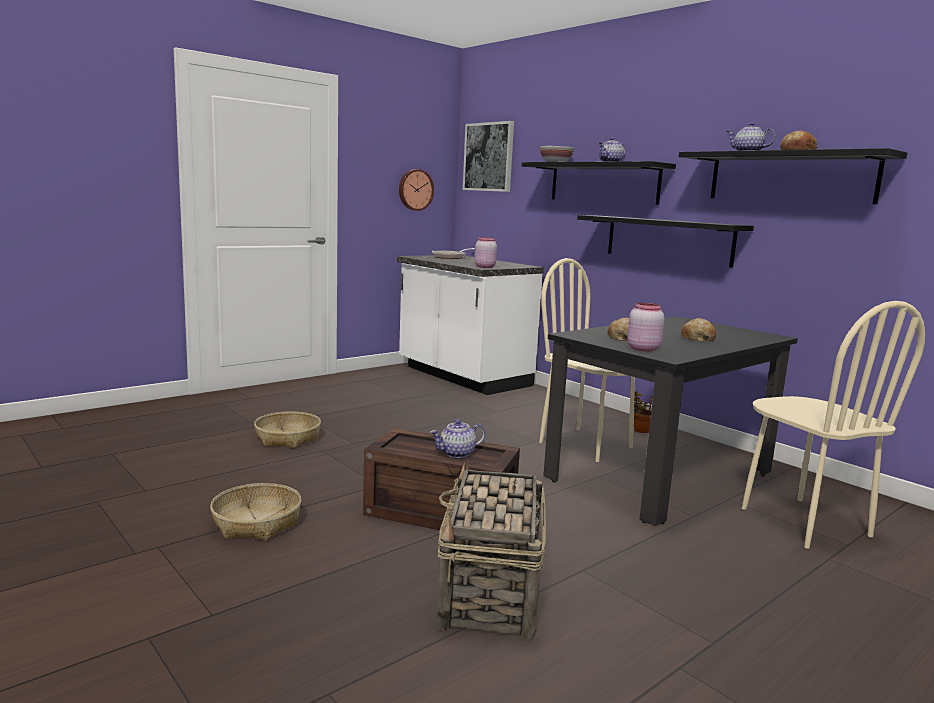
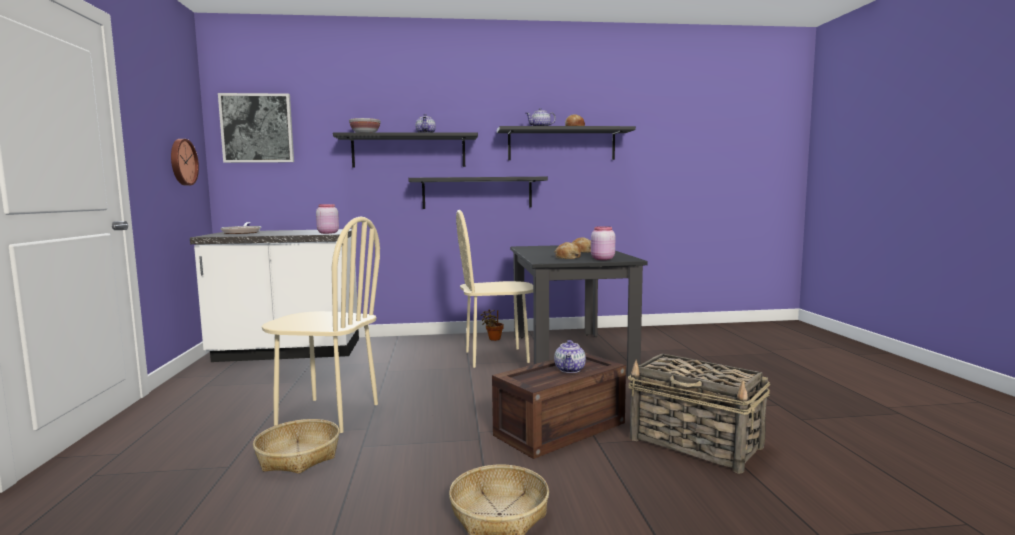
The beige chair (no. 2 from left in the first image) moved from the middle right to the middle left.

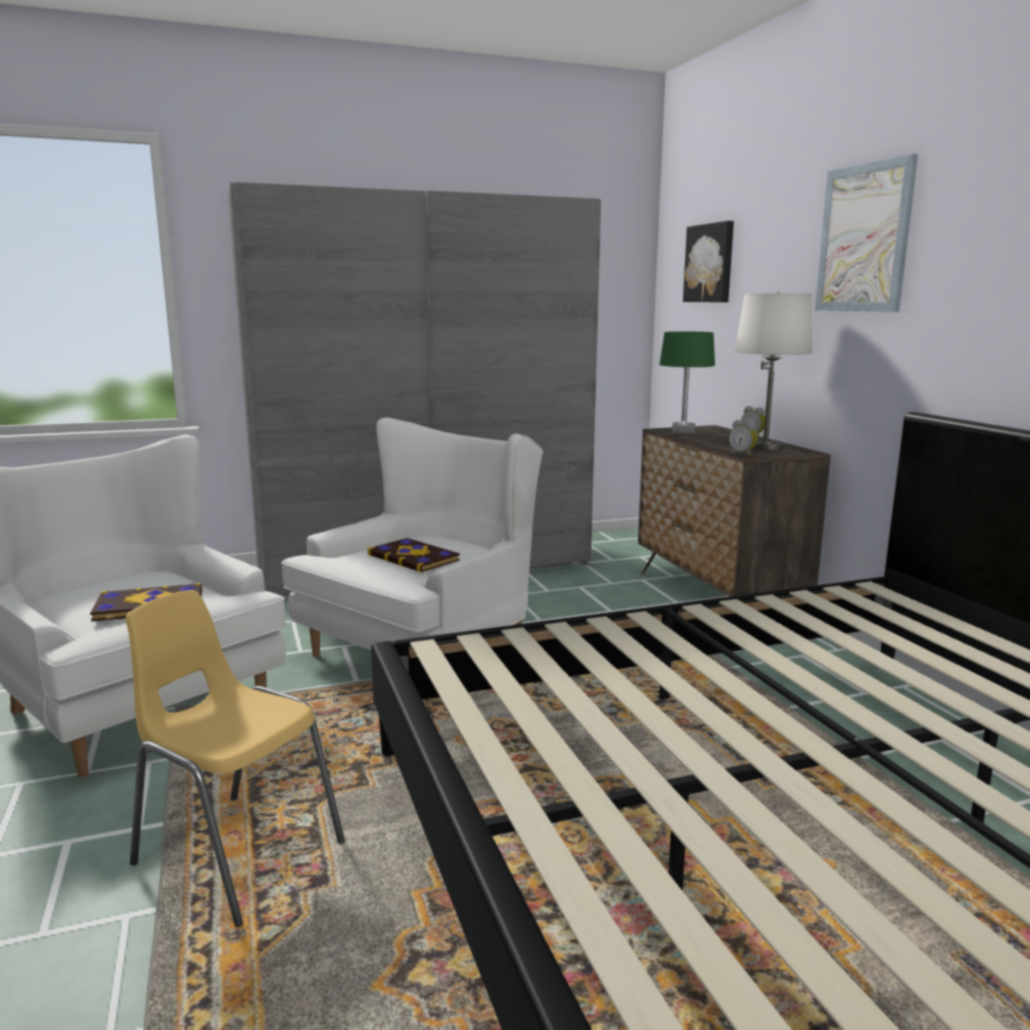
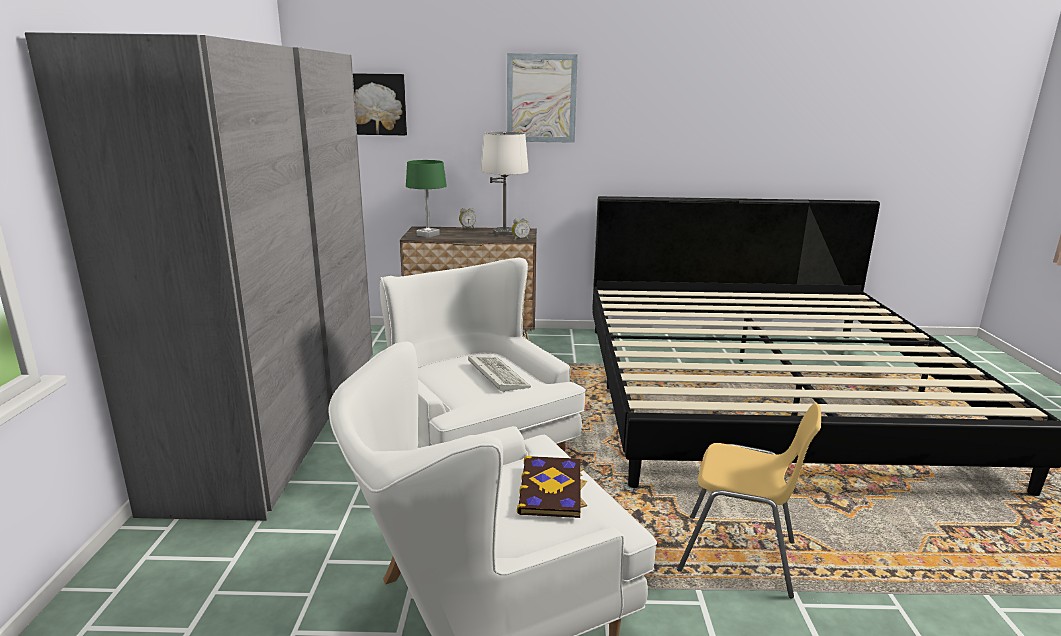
The yellow chair at the bottom left turned 120 degrees counterclockwise. The book (no. 2 from left) at the centre was replaced by the keyboard at the centre.

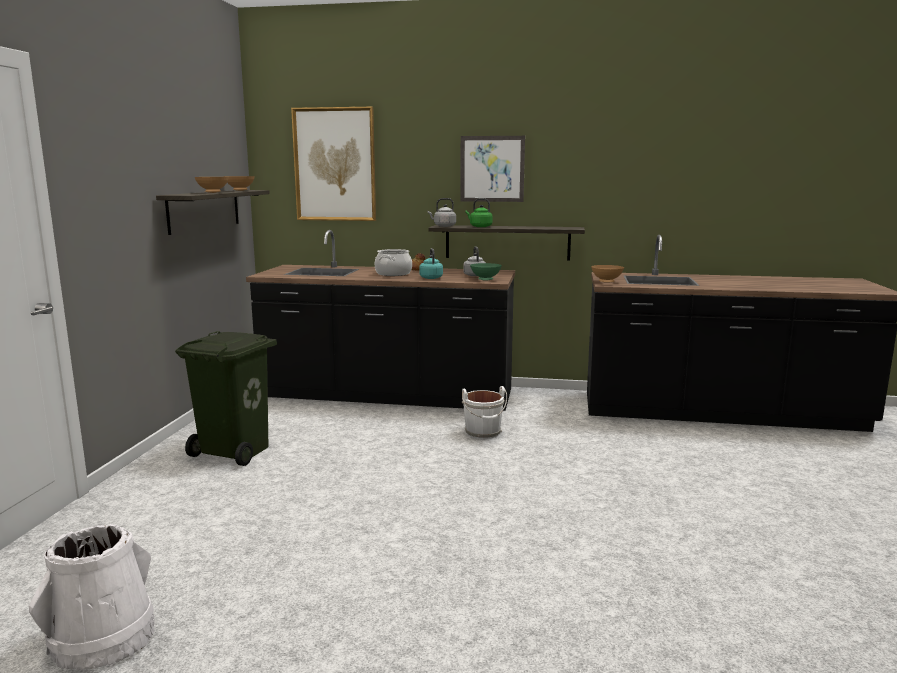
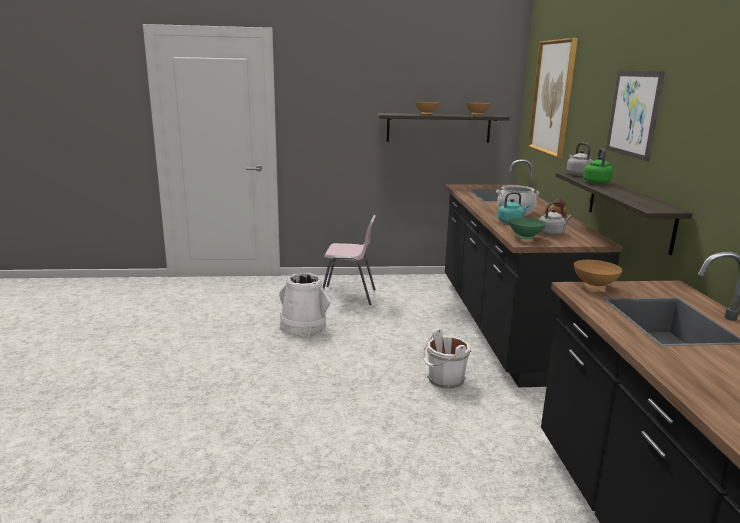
The white bucket (no. 1 from left) moved from the bottom left to the centre. The green trash can at the middle left was replaced by the pink chair at the centre.

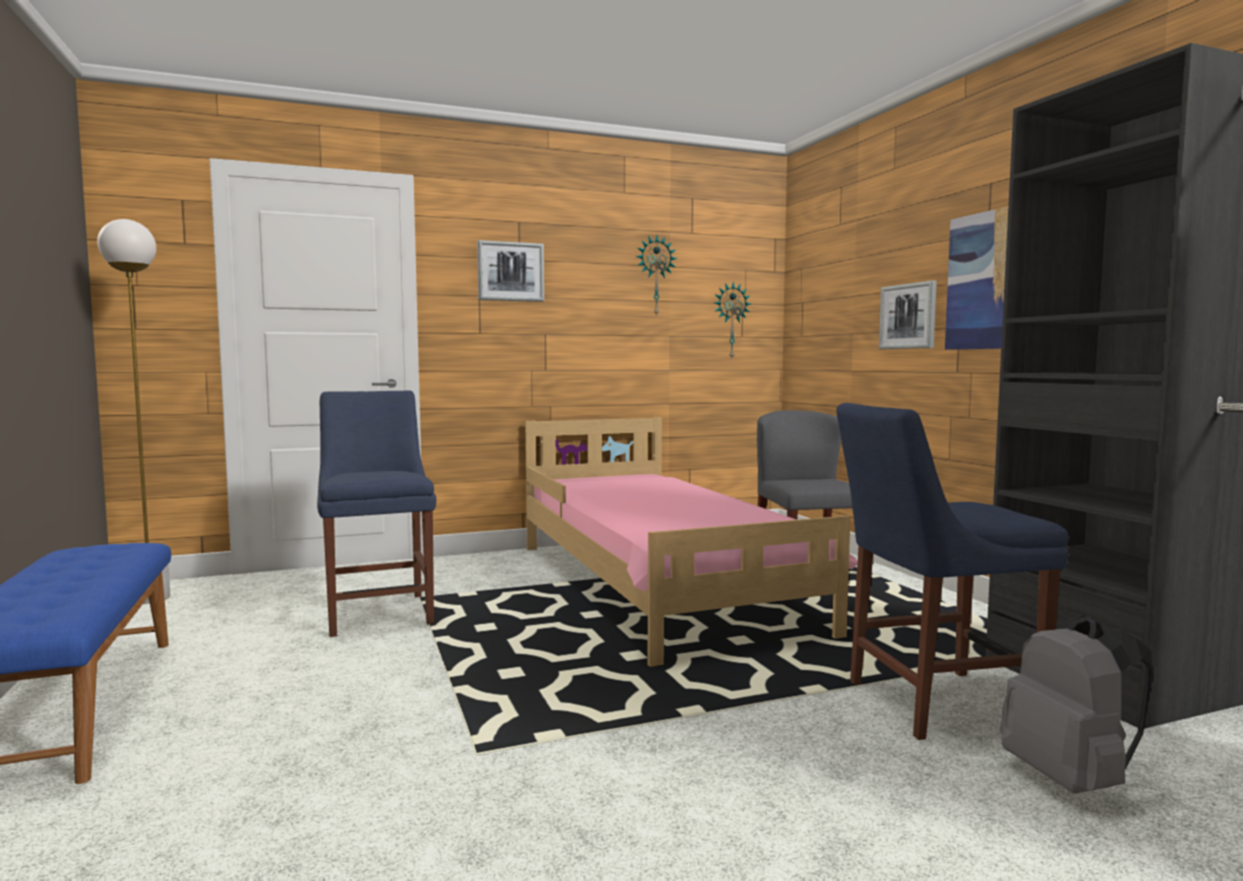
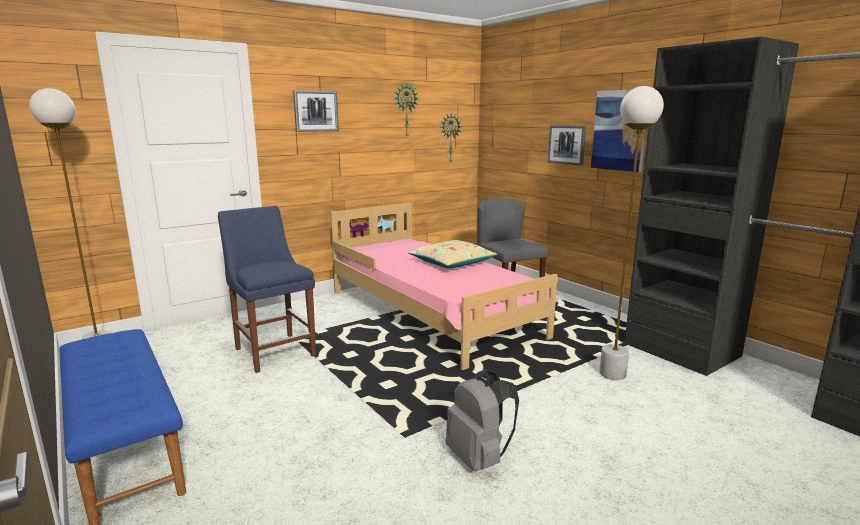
The blue chair (no. 2 from left) at the middle right was replaced by the white floor lamp (no. 2 from left) at the middle right. The grey backpack moved from the bottom right to the bottom centre. The beige pillow at the centre appeared.

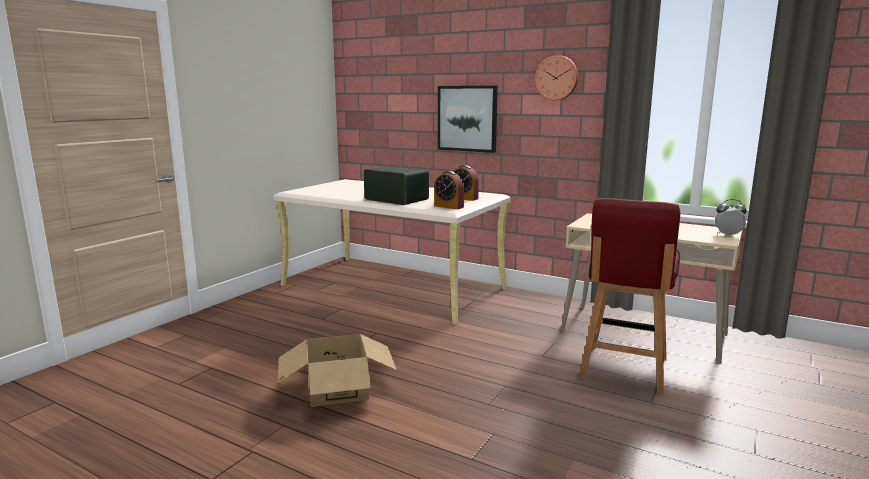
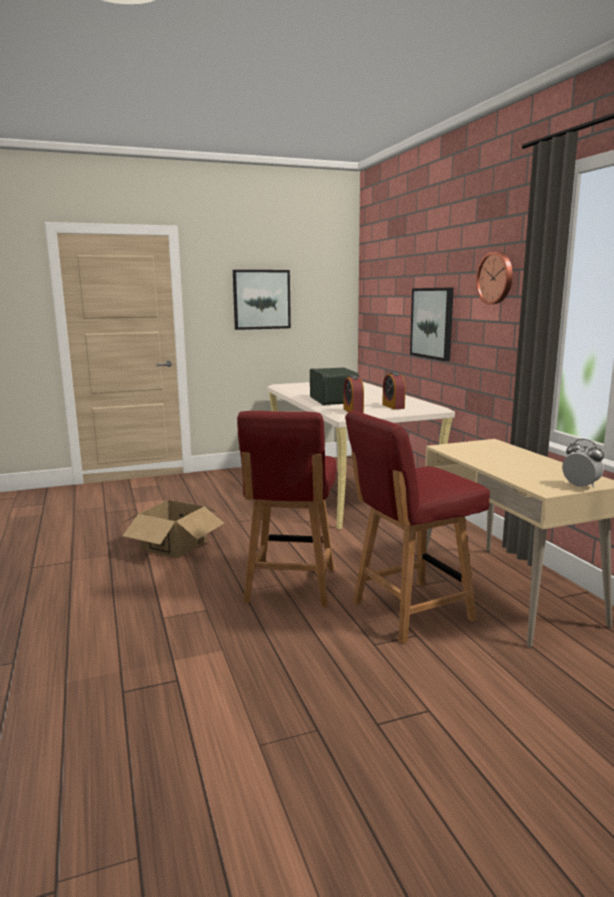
The picture (no. 1 from left) at the centre appeared. The red chair (no. 1 from left) at the centre appeared.

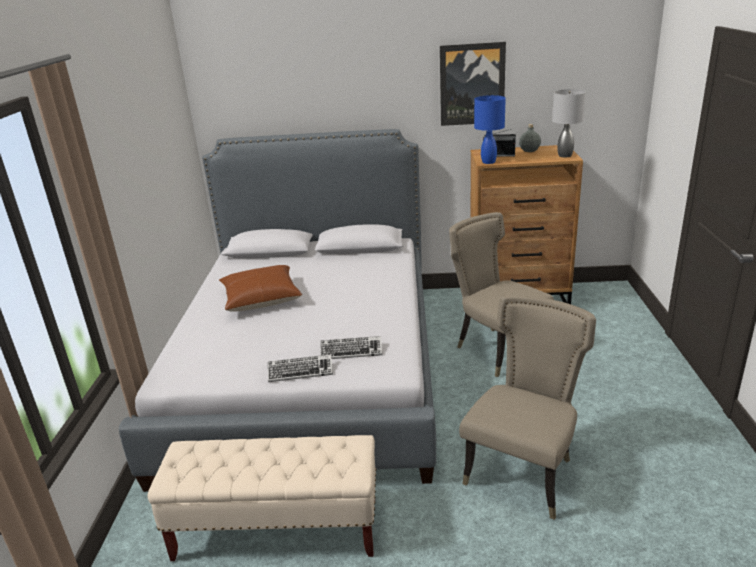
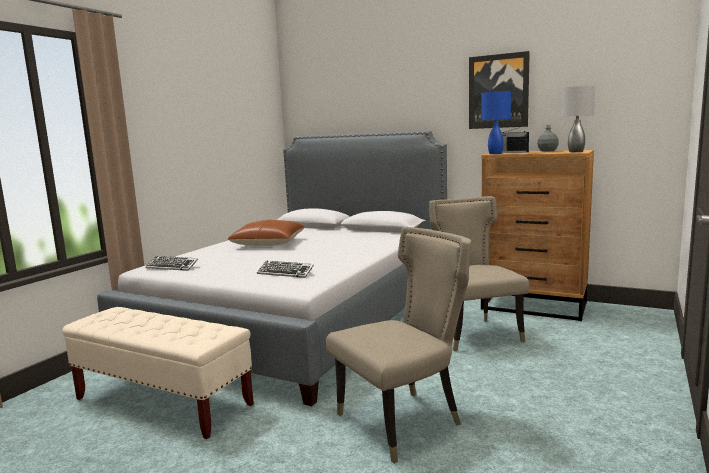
The keyboard (no. 1 from left) moved from the centre to the middle left.

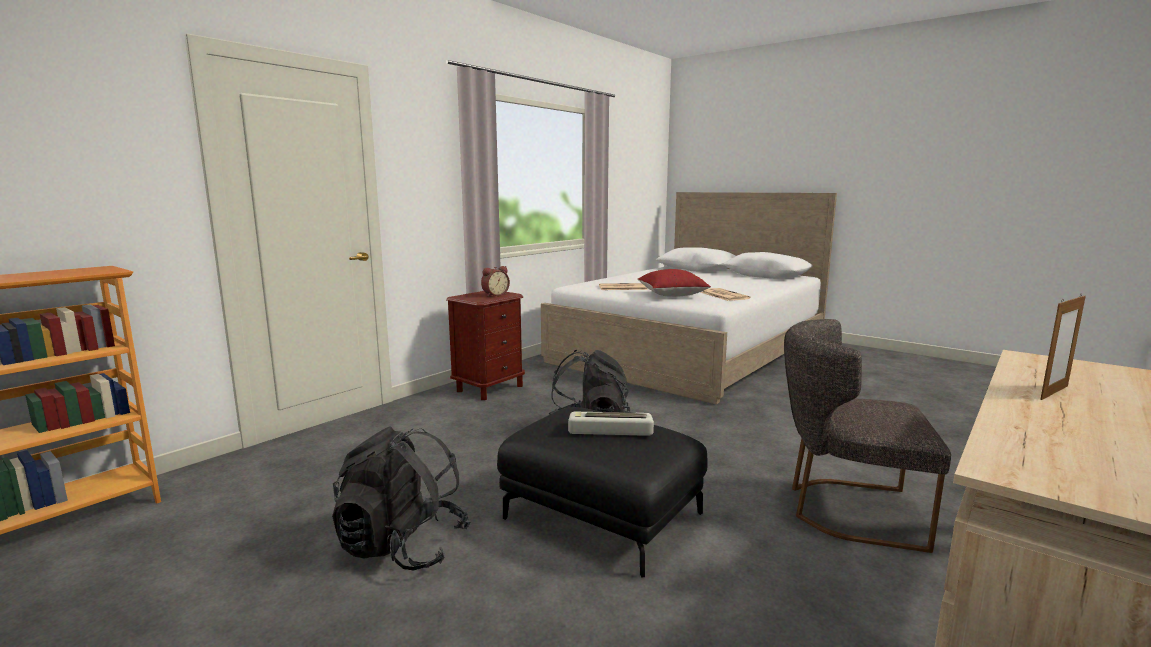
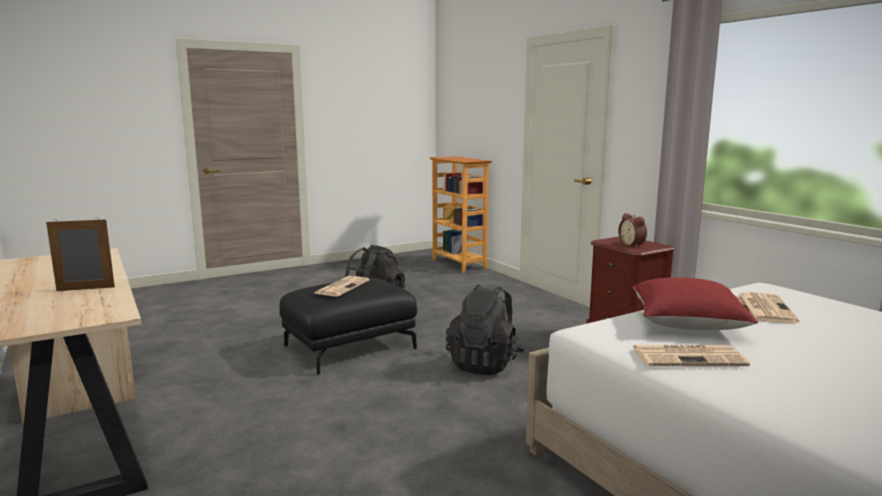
The keyboard at the centre was replaced by the newspaper (no. 1 from left) at the centre. The grey chair at the bottom right disappeared. The picture frame at the middle right turned 90 degrees clockwise.

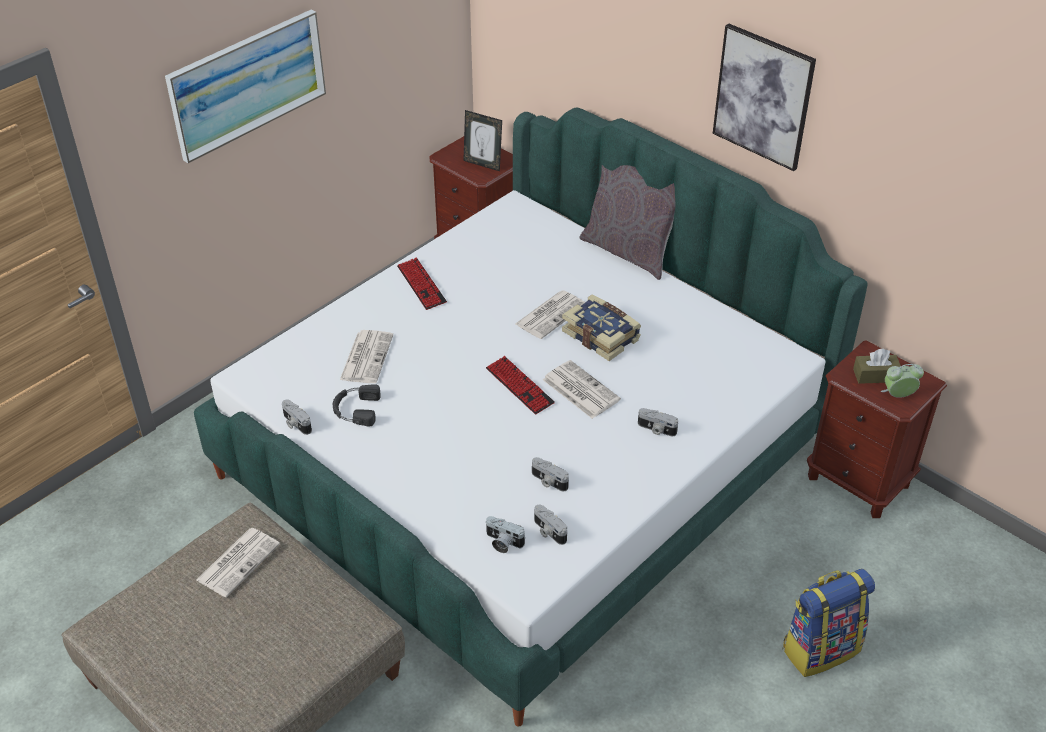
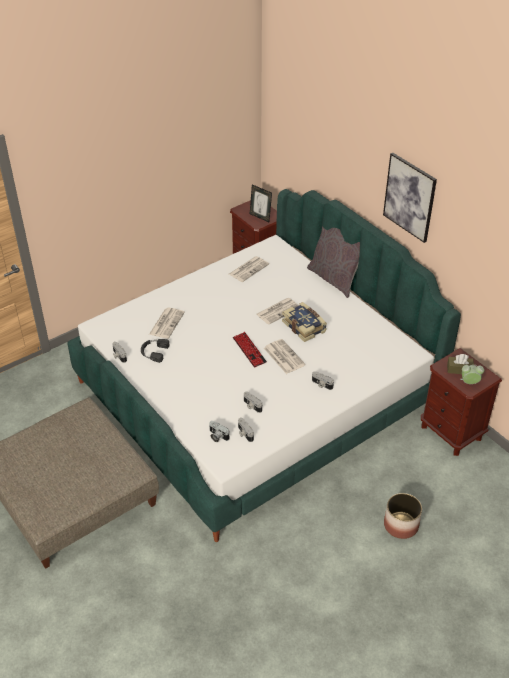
The picture (no. 1 from left) at the top left disappeared. The newspaper (no. 1 from left in the first image) moved from the bottom left to the centre. The keyboard (no. 1 from left) at the centre disappeared. The backpack at the bottom right was replaced by the planter at the bottom right.

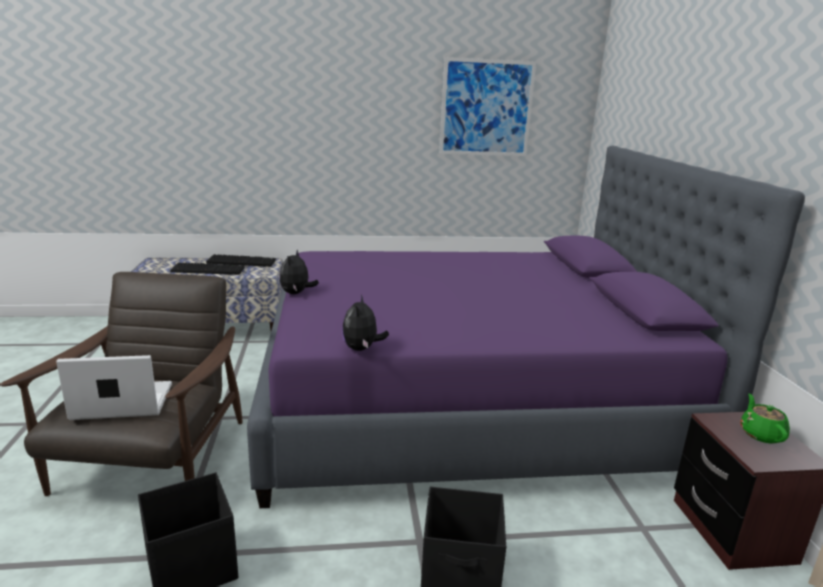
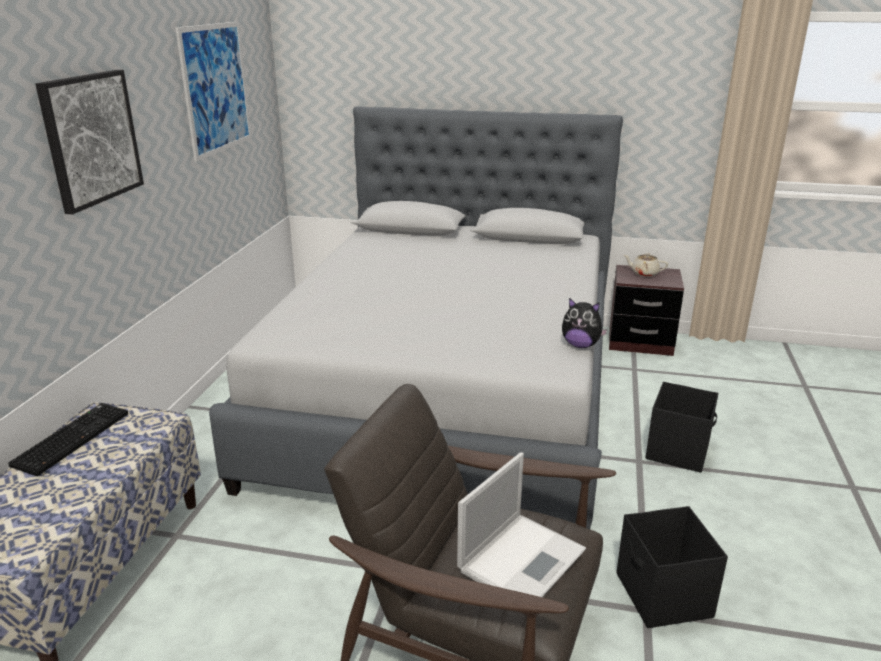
The laptop at the middle left turned 150 degrees counterclockwise. The keyboard (no. 1 from left) at the middle left disappeared. The purple bed at the centre became the grey bed at the centre. The plush toy (no. 1 from left) at the centre disappeared. The green teapot at the bottom right became the beige teapot at the middle right. The picture (no. 1 from left) at the top left appeared.

